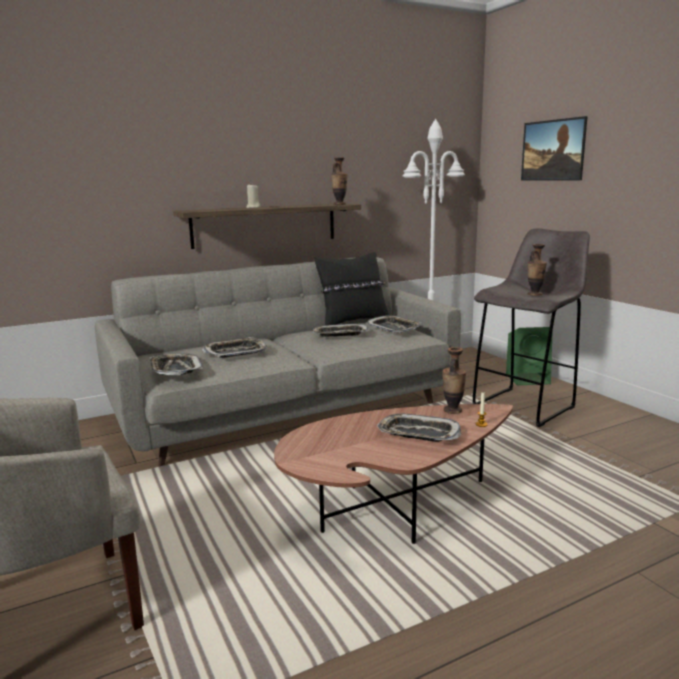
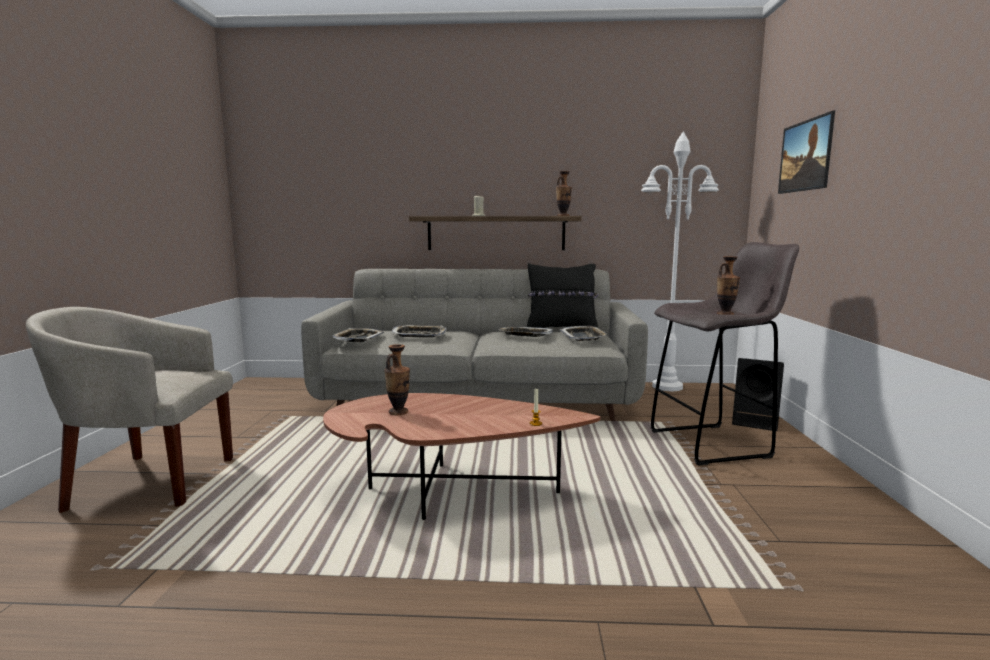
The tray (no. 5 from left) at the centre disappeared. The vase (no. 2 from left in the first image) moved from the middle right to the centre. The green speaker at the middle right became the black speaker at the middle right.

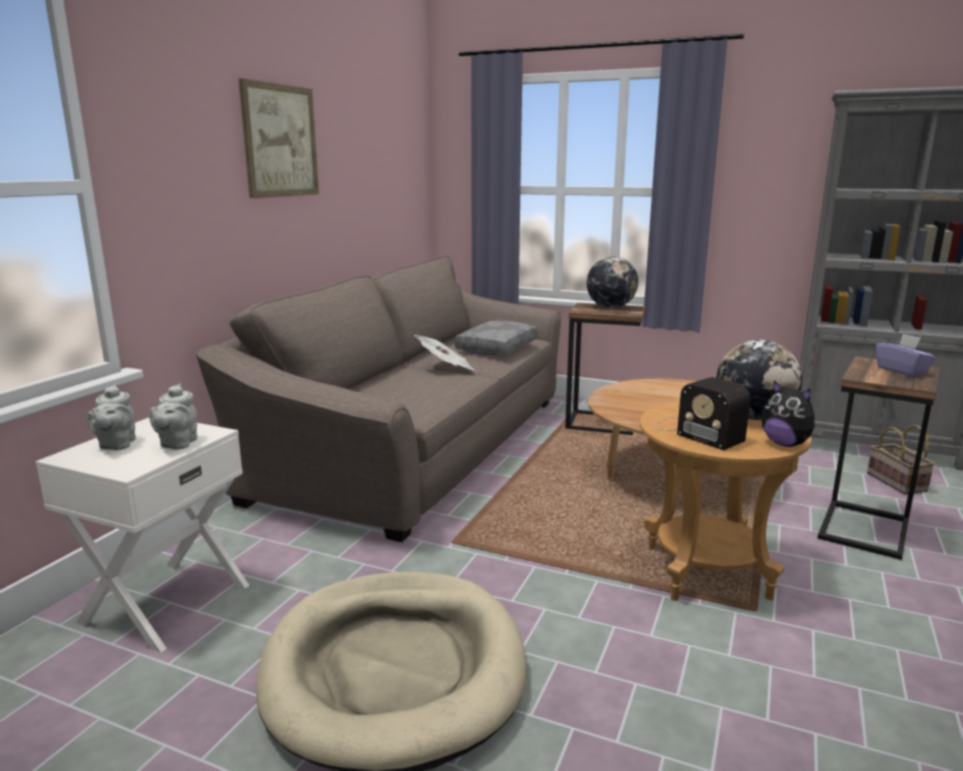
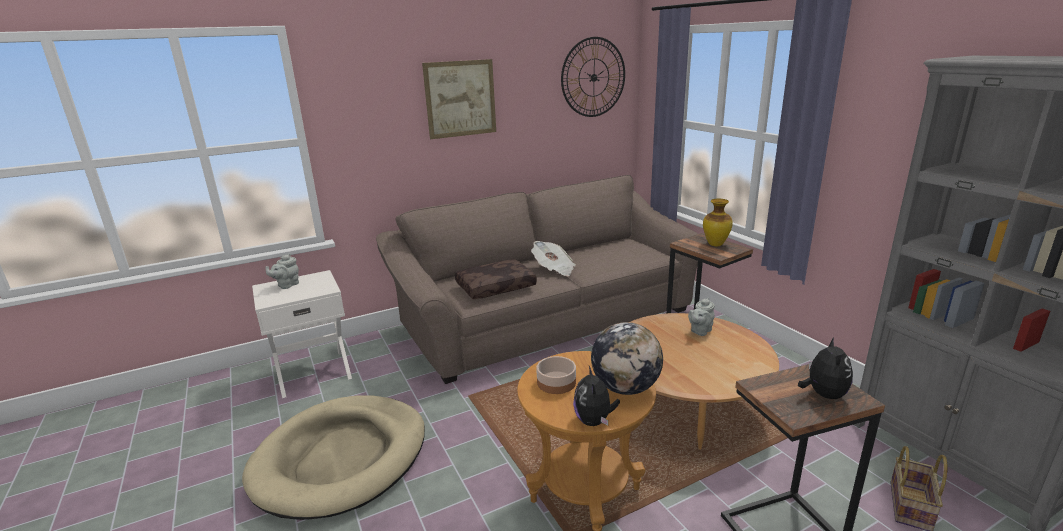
The grey teapot (no. 2 from left) moved from the middle left to the centre. The grey pillow at the centre disappeared. The globe (no. 1 from left) at the centre was replaced by the vase at the middle right. The radio at the middle right was replaced by the bowl at the bottom centre. The purple tissue box at the middle right was replaced by the plush toy (no. 2 from left) at the bottom right. The brown pillow at the centre appeared. The wall clock at the top centre appeared.

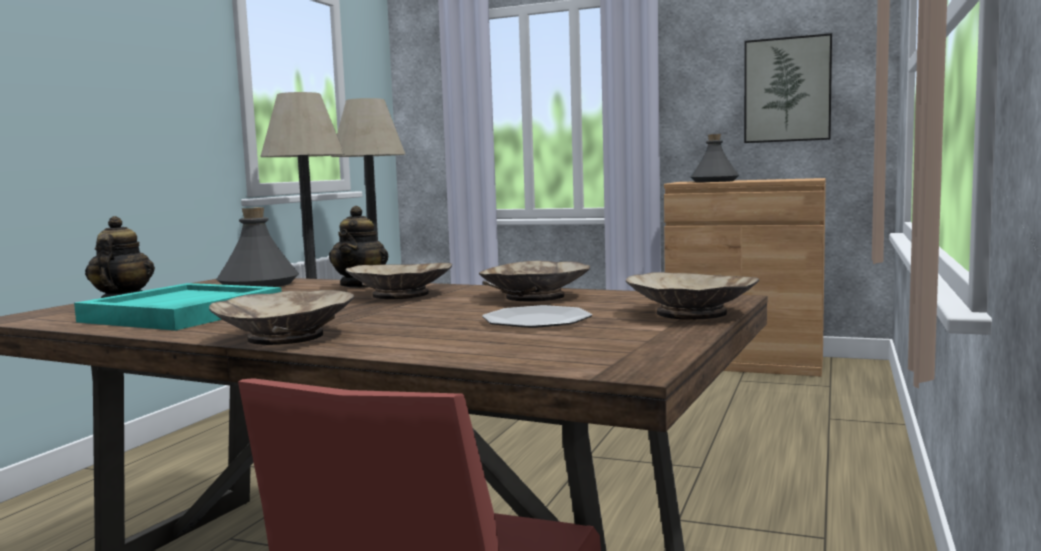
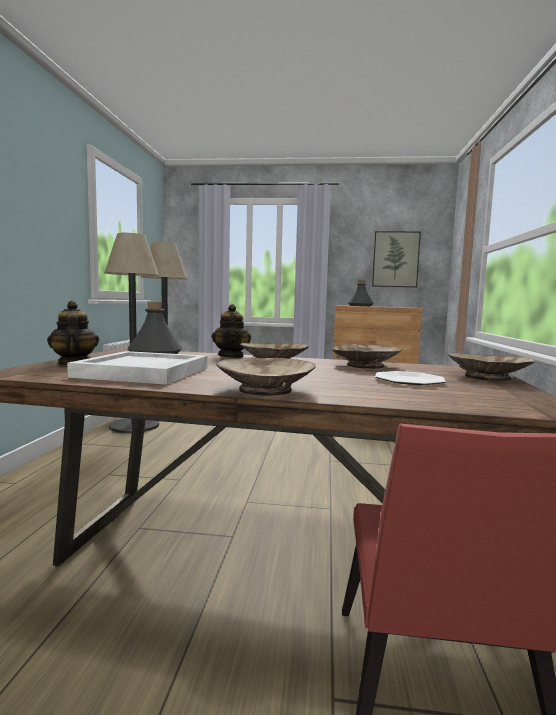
The turquoise tray at the middle left became the white tray at the middle left.

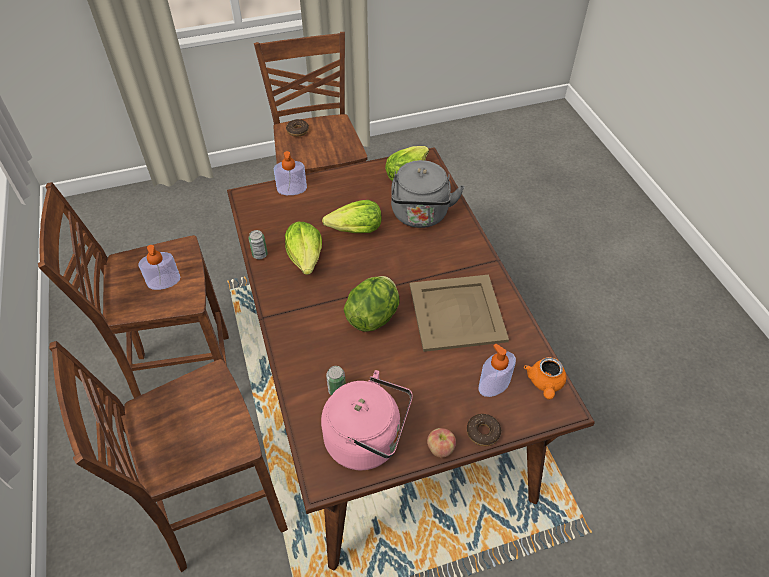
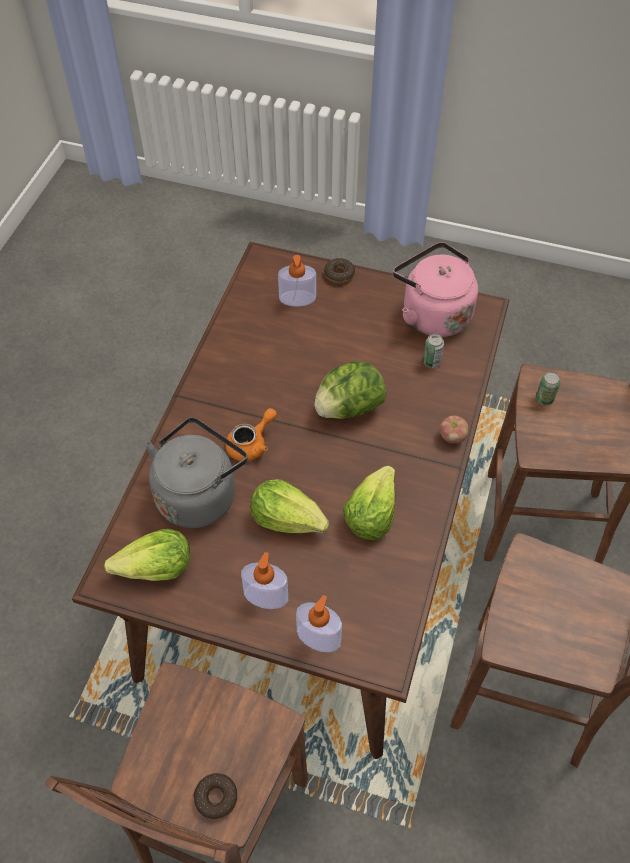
The soap dispenser (no. 1 from left) moved from the middle left to the bottom centre. The can (no. 1 from left in the first image) moved from the centre to the middle right. The beige tray at the centre disappeared. The apple moved from the bottom centre to the middle right. The orange teapot moved from the middle right to the centre.

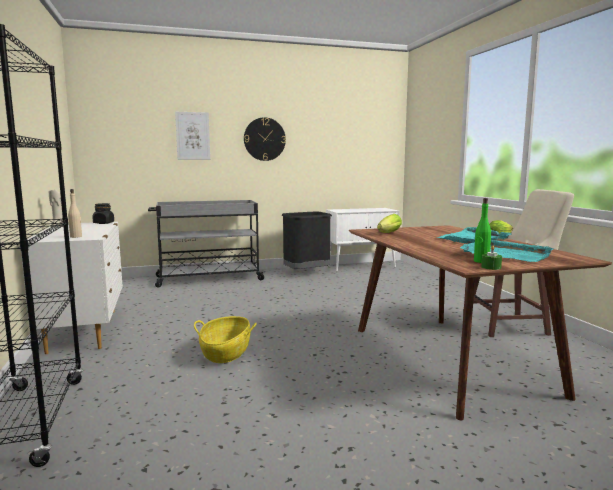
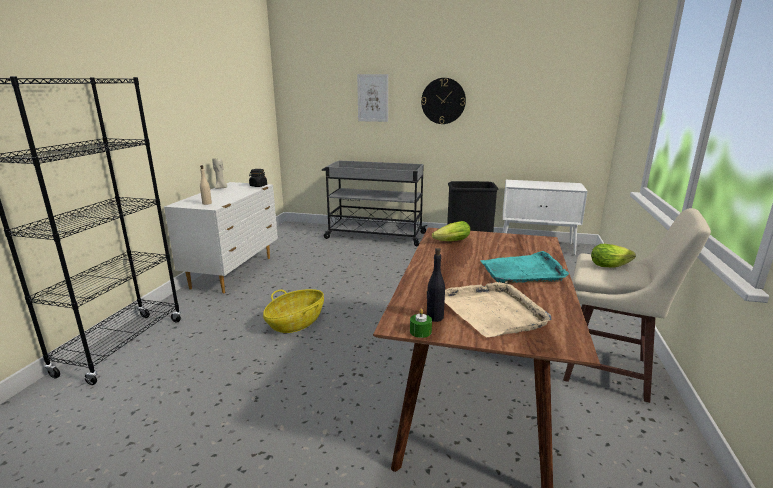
The turquoise tray (no. 2 from left) at the middle right became the beige tray at the centre. The green bottle at the middle right became the black bottle at the centre.

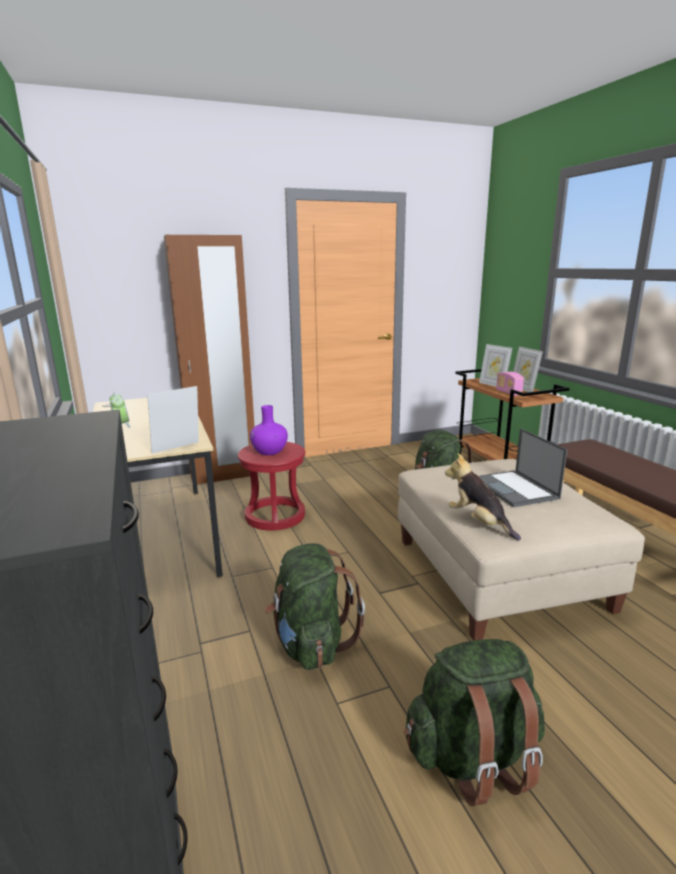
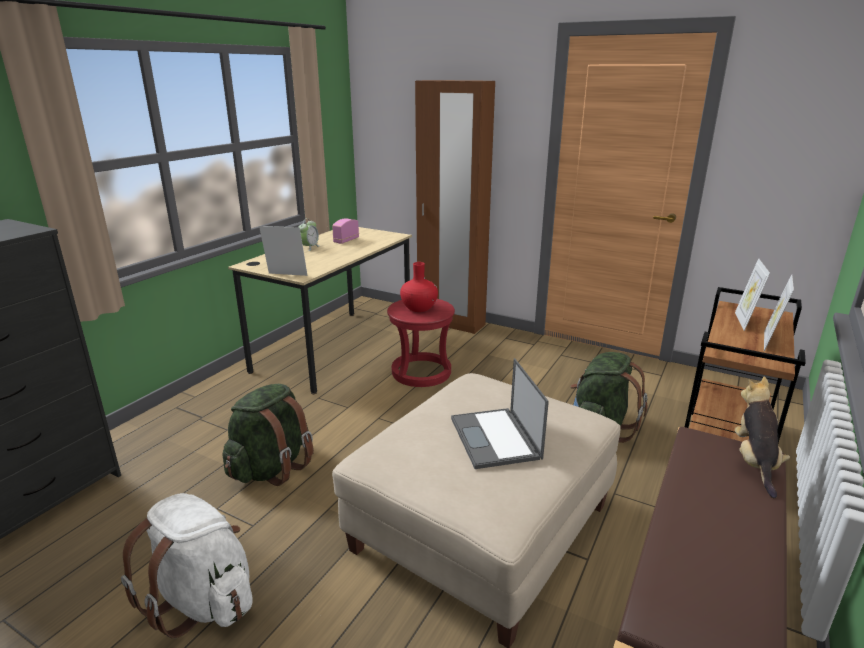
The purple vase at the centre became the red vase at the centre. The green backpack (no. 3 from left) at the bottom right became the white backpack at the bottom left. The plush toy moved from the middle right to the bottom right. The laptop at the middle right turned 45 degrees counterclockwise. The radio moved from the middle right to the centre.

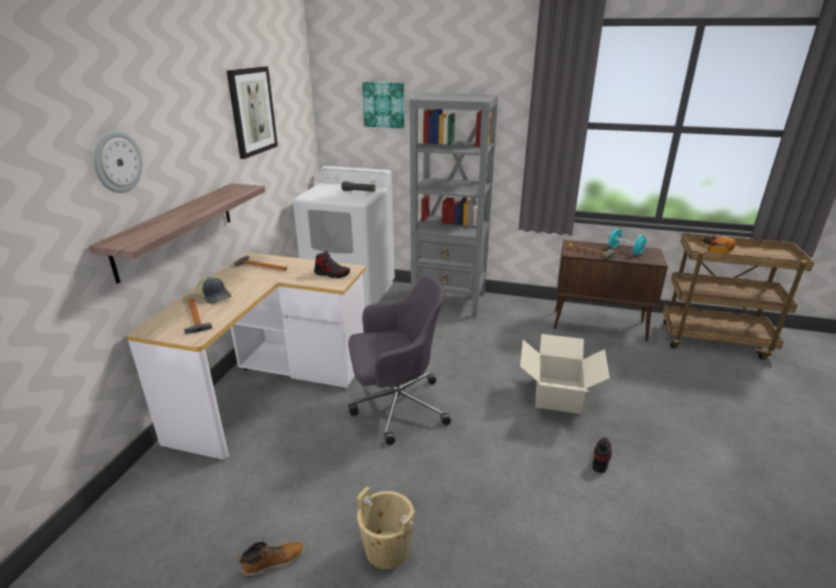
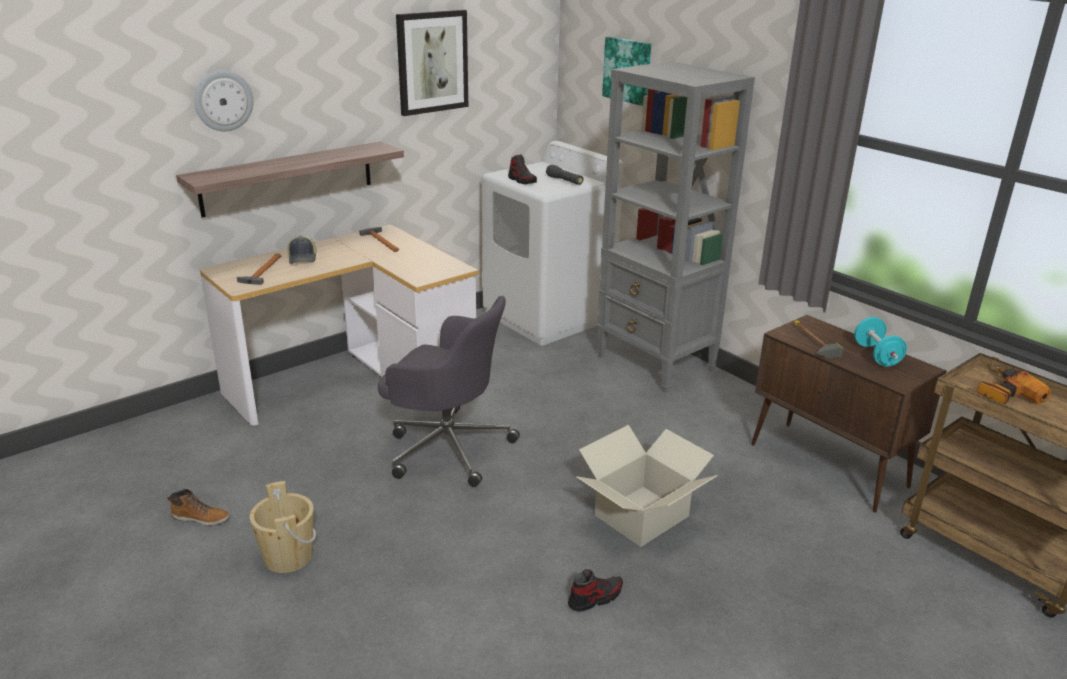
The shoe (no. 1 from left) moved from the centre to the top centre.

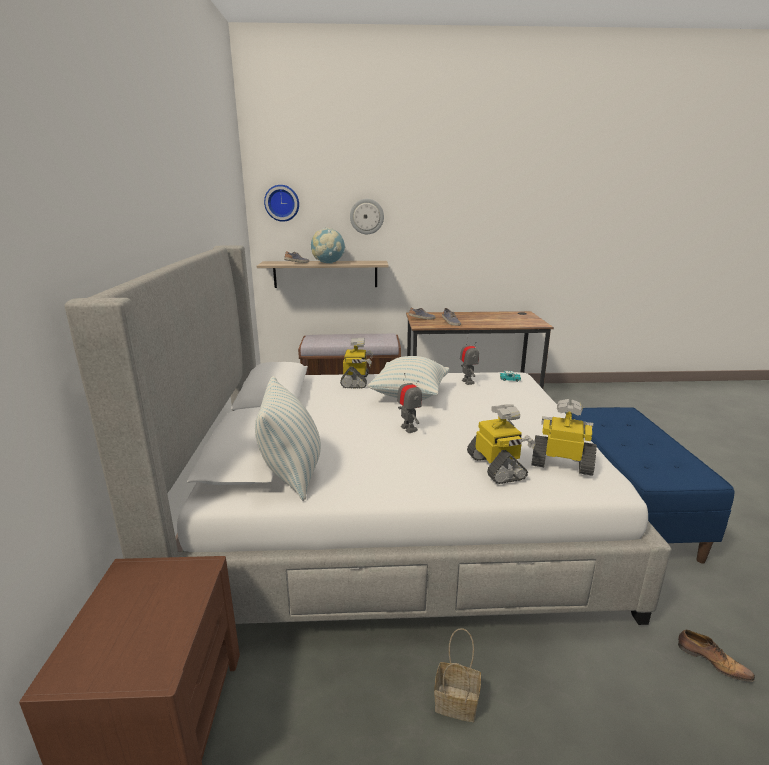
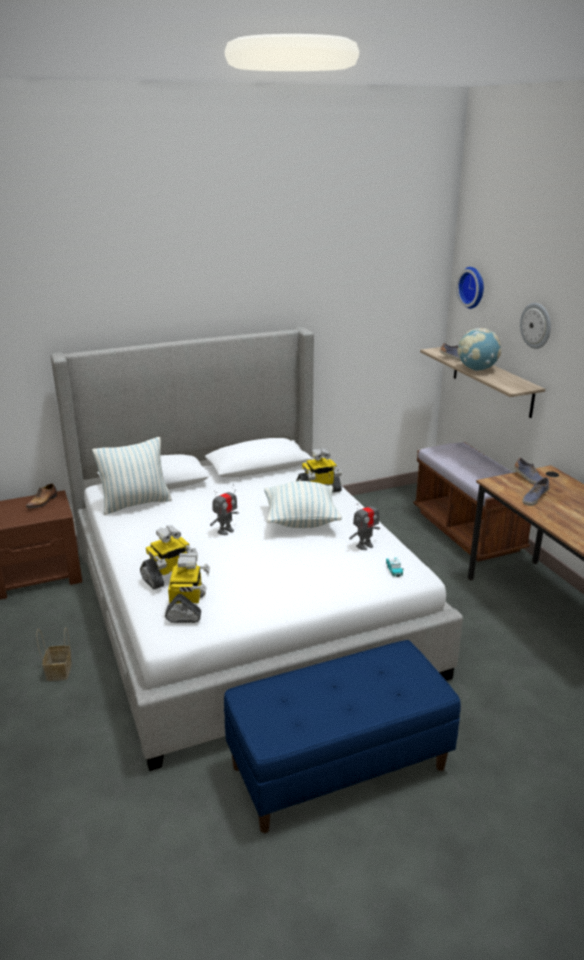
The shoe (no. 4 from left in the first image) moved from the bottom right to the middle left.

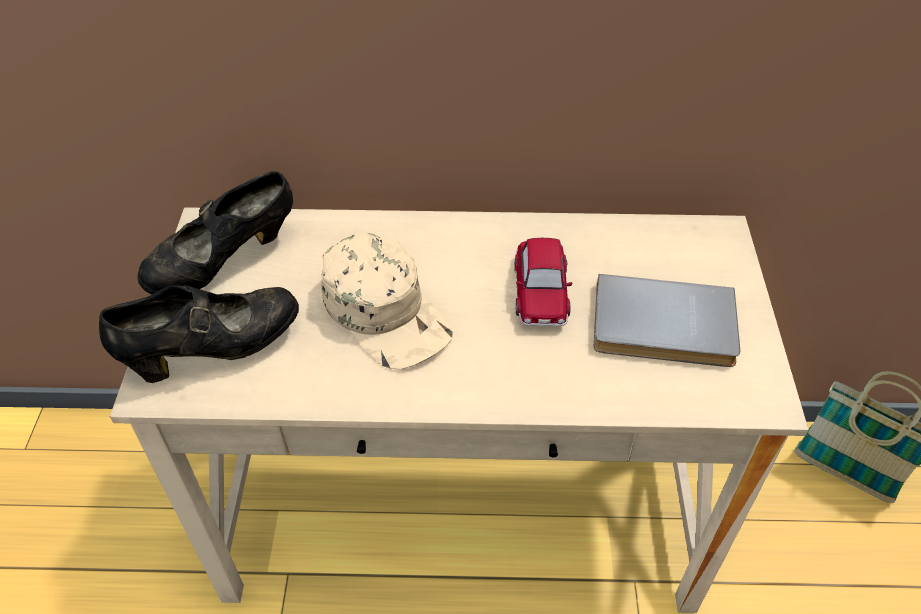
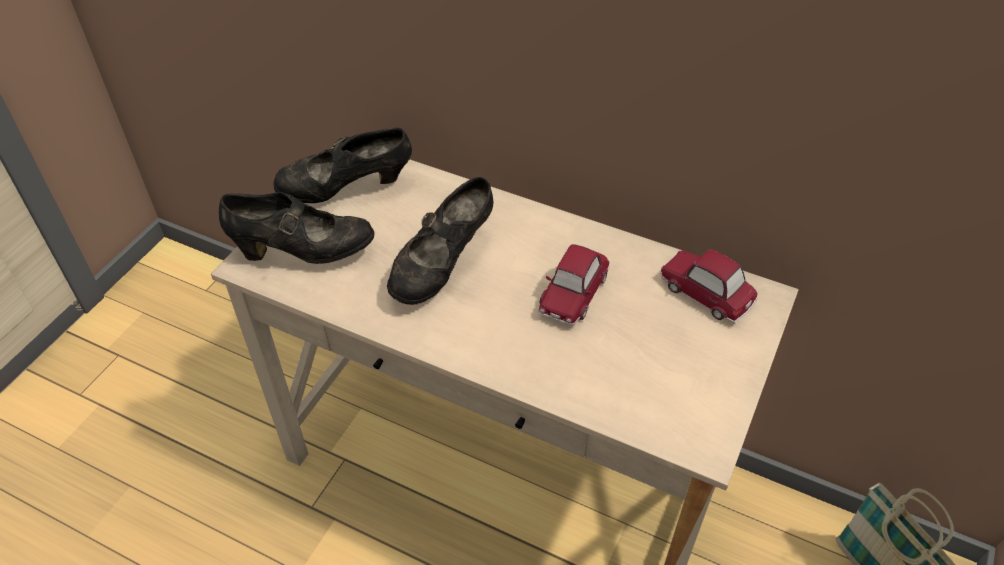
The beige cap at the centre was replaced by the black shoe (no. 3 from left) at the centre. The grey book at the middle right disappeared. The toy car (no. 2 from left) at the middle right appeared.

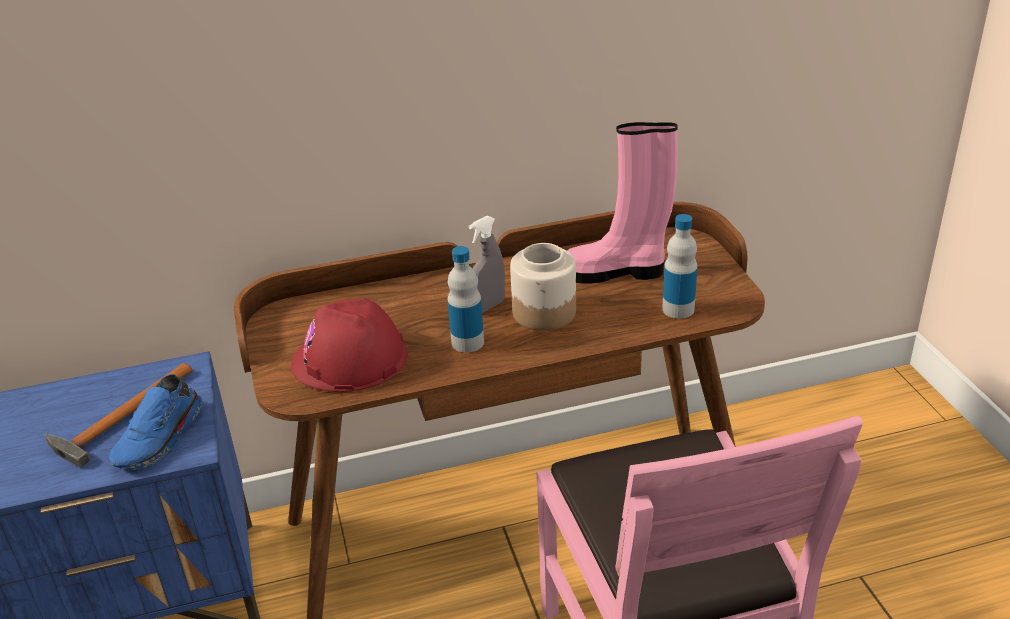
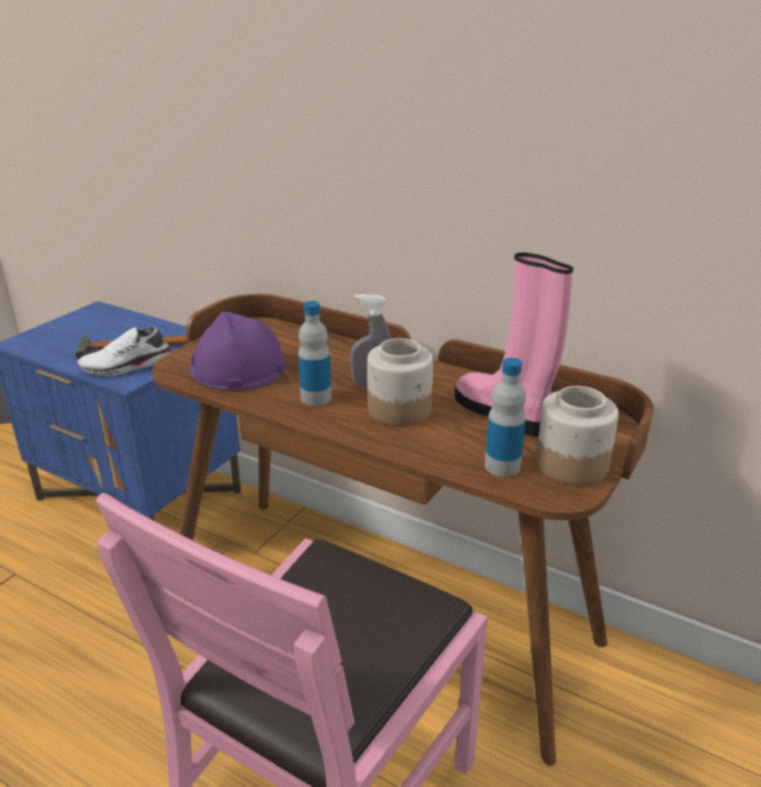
The blue shoe at the bottom left became the white shoe at the middle left. The red hard hat at the centre became the purple hard hat at the middle left. The jar (no. 2 from left) at the middle right appeared.

